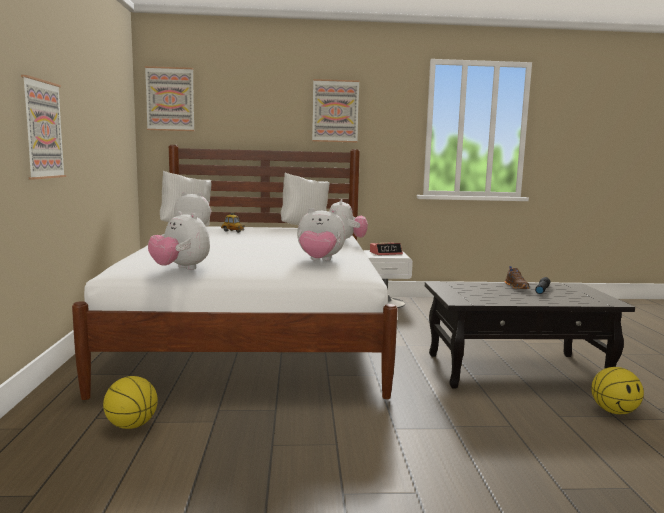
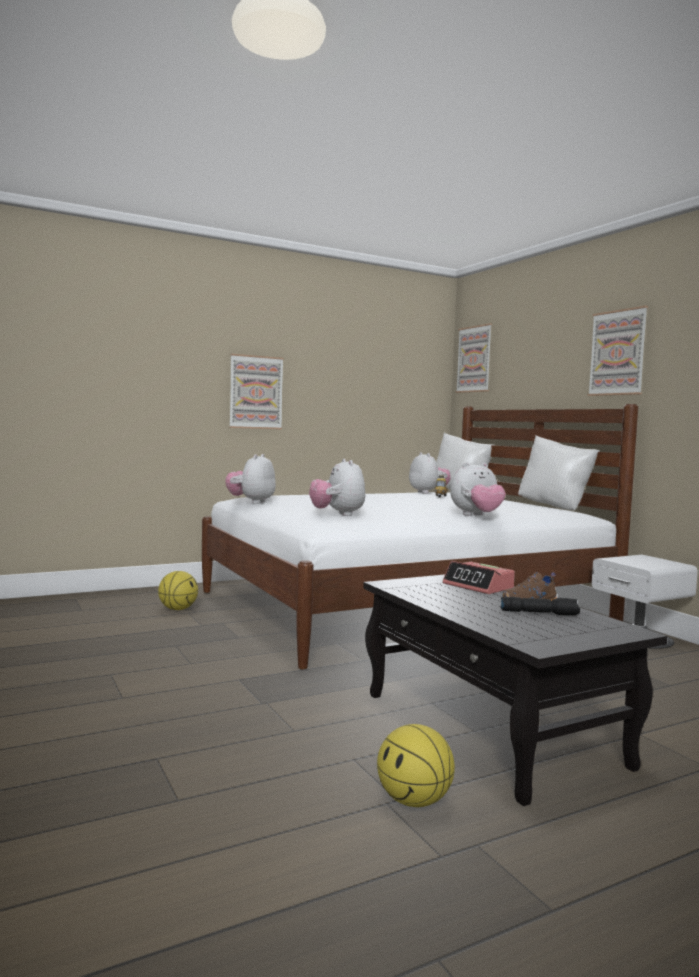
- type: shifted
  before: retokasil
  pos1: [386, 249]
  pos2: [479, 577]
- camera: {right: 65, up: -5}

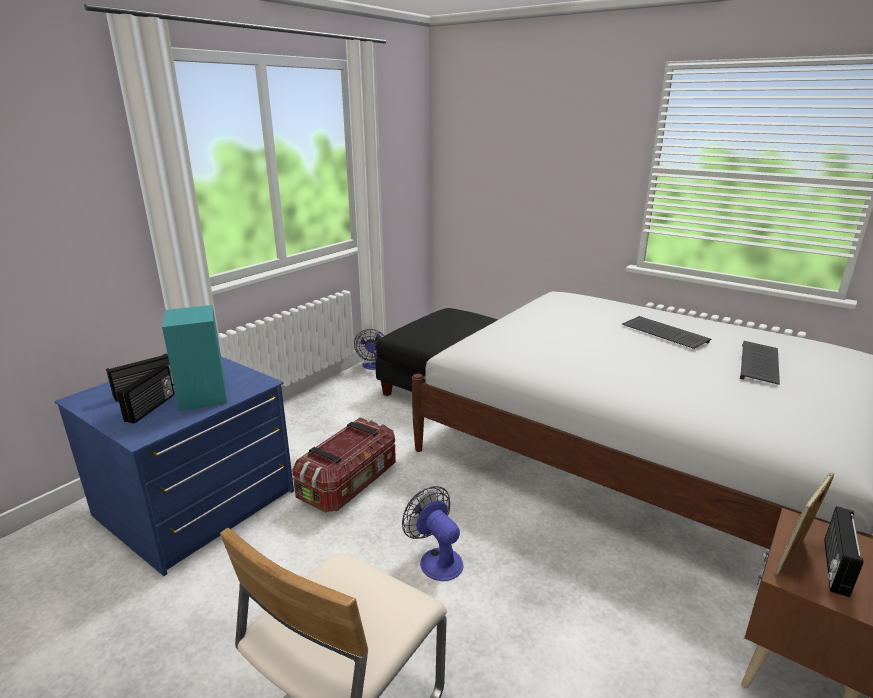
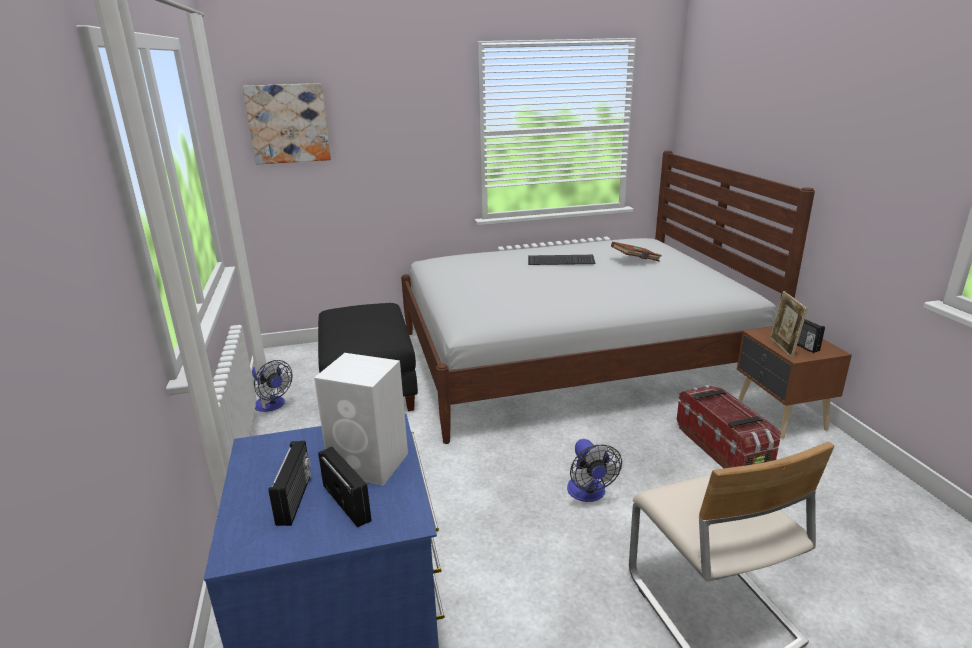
- type: repainted
  before: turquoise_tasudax
  after: white_tasudax
  pos1: [194, 358]
  pos2: [361, 419]
- type: swapped
  before: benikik
  after: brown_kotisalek
  pos1: [760, 363]
  pos2: [636, 251]
- type: shifted
  before: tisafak
  pos1: [344, 465]
  pos2: [729, 426]
- type: rotated
  before: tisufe
  pos1: [433, 533]
  pos2: [594, 470]
  turn: -105
- type: new
  after: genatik
  pos2: [287, 124]
- camera: {right: -50, up: 0}

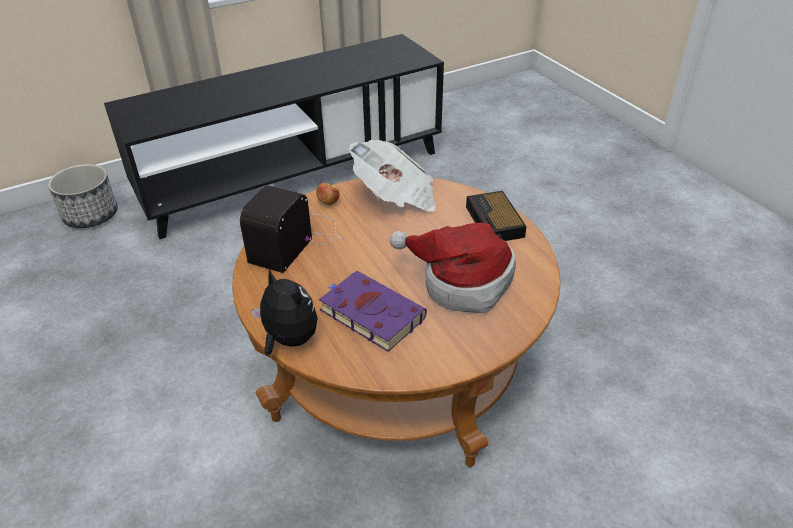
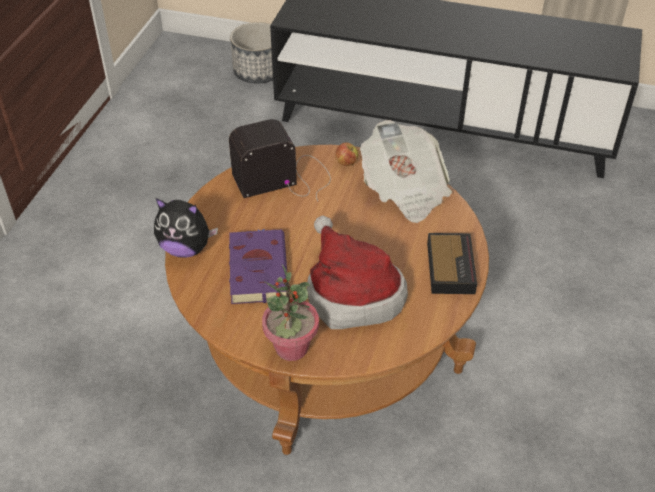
- type: rotated
  before: retokasil
  pos1: [496, 216]
  pos2: [452, 263]
  turn: 150
- type: rotated
  before: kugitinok
  pos1: [285, 312]
  pos2: [186, 228]
  turn: 105
- type: new
  after: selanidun
  pos2: [290, 312]
- camera: {right: 45, up: 5}

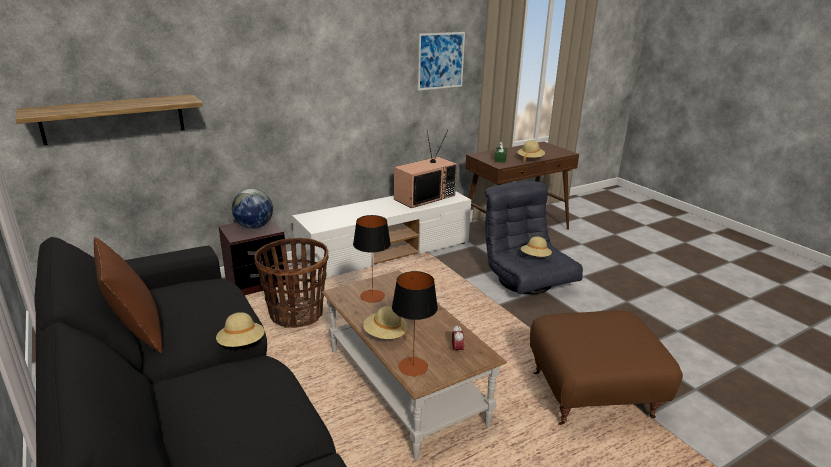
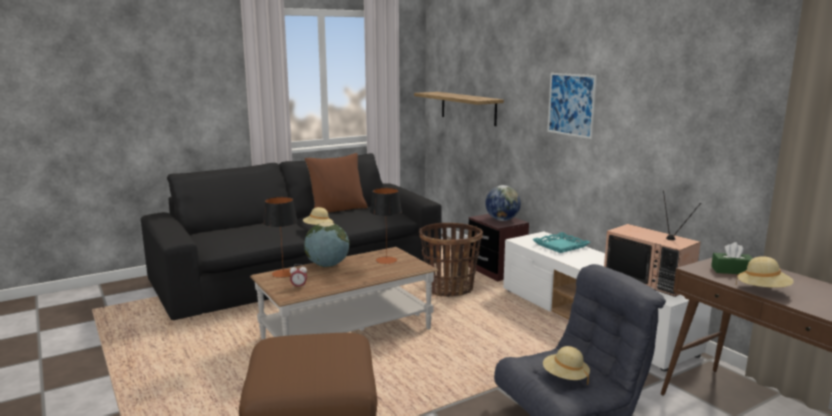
- type: shifted
  before: genatik
  pos1: [441, 61]
  pos2: [572, 106]
- type: swapped
  before: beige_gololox
  after: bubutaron
  pos1: [385, 323]
  pos2: [327, 244]
- type: new
  after: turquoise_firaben
  pos2: [561, 242]
- camera: {right: 90, up: -10}

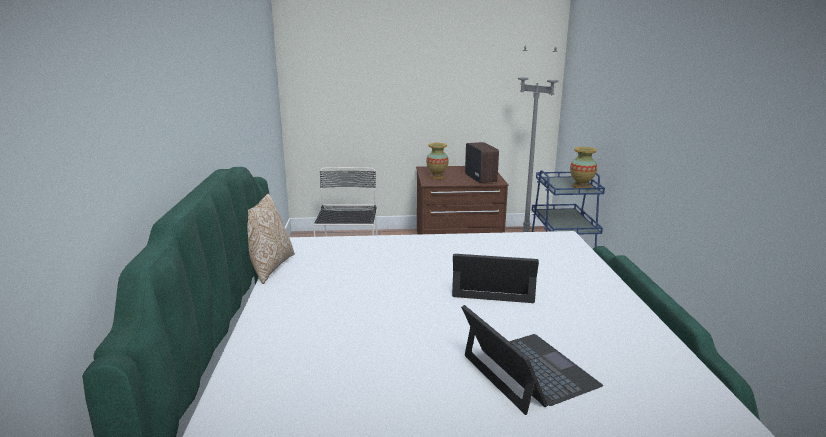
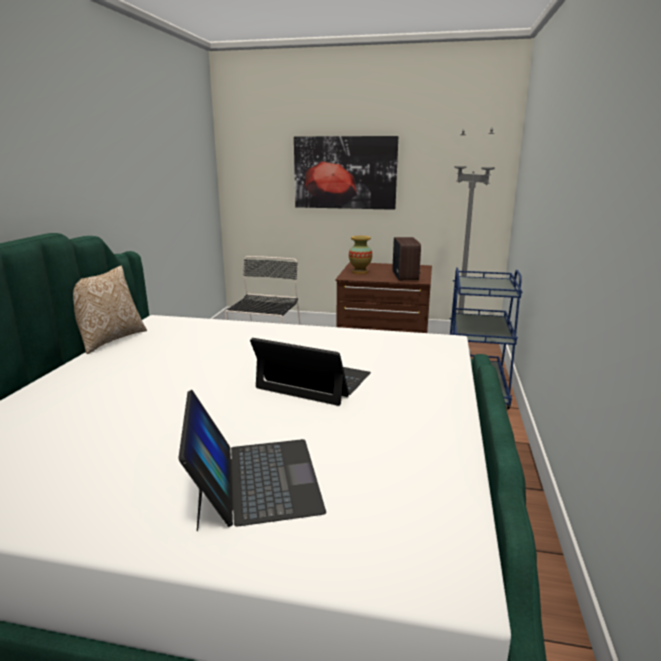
- type: gone
  before: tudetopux
  pos1: [583, 168]
- type: new
  after: genatik
  pos2: [346, 173]
- camera: {right: 15, up: 0}

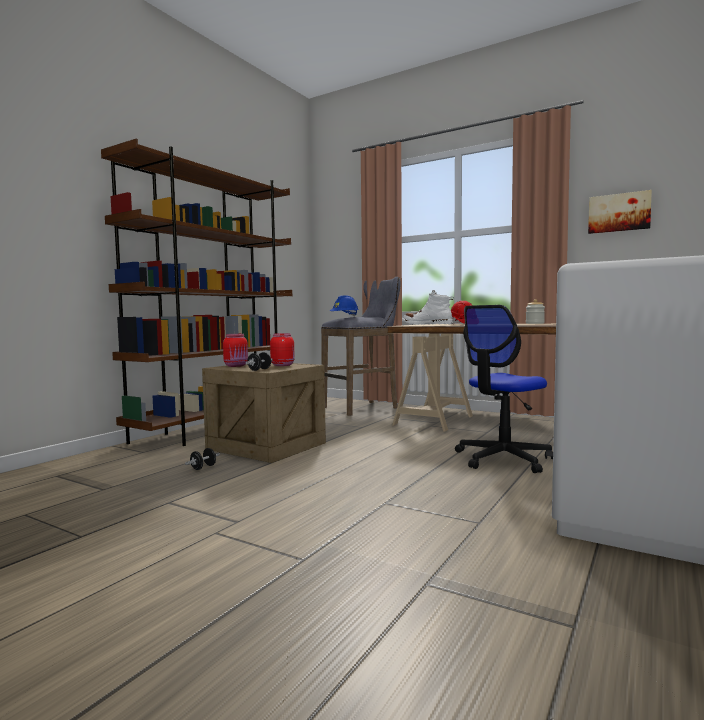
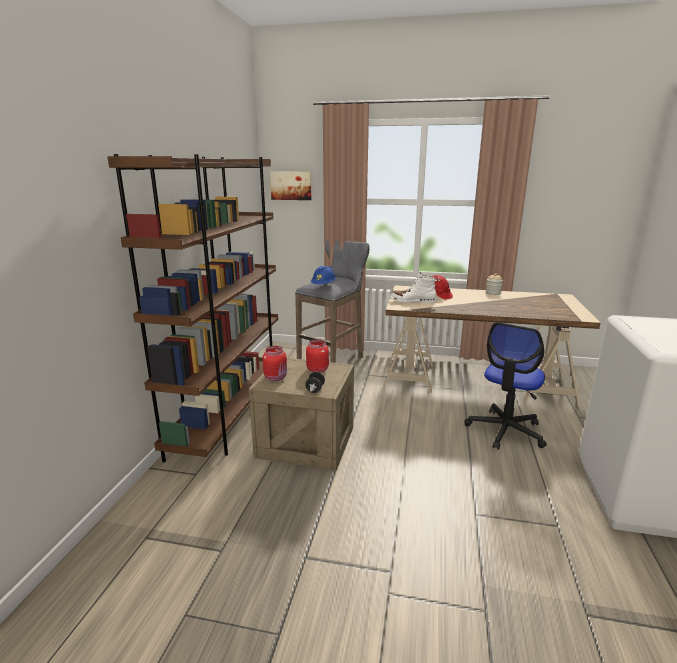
- type: shifted
  before: genatik
  pos1: [620, 212]
  pos2: [291, 186]
- type: gone
  before: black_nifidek
  pos1: [202, 459]
- camera: {right: -20, up: 15}

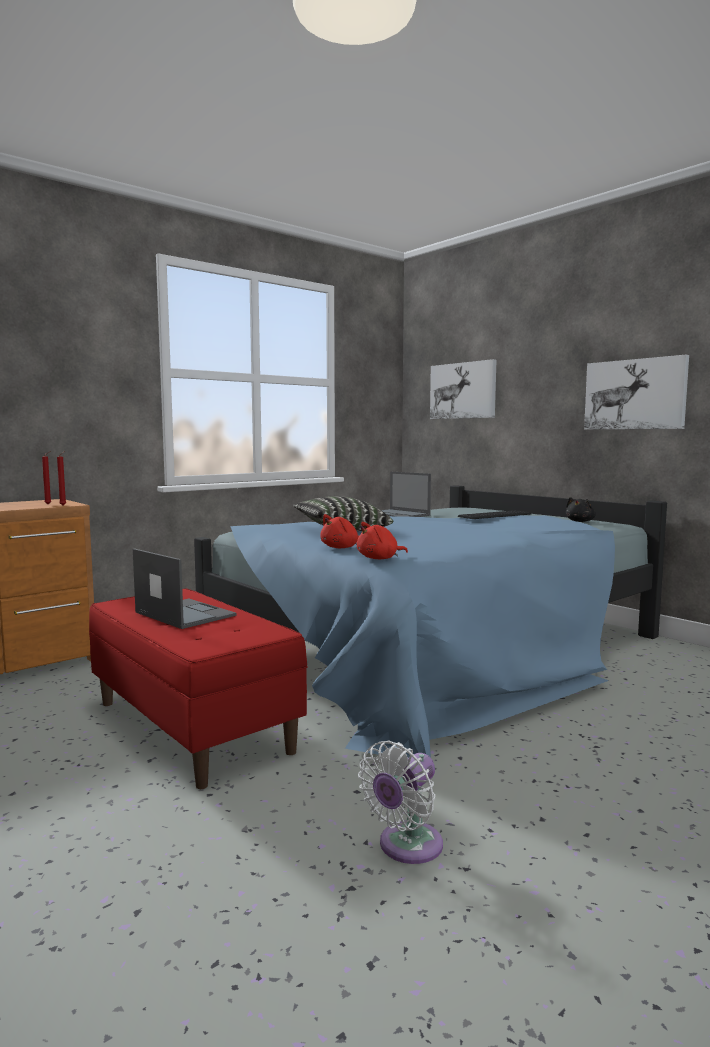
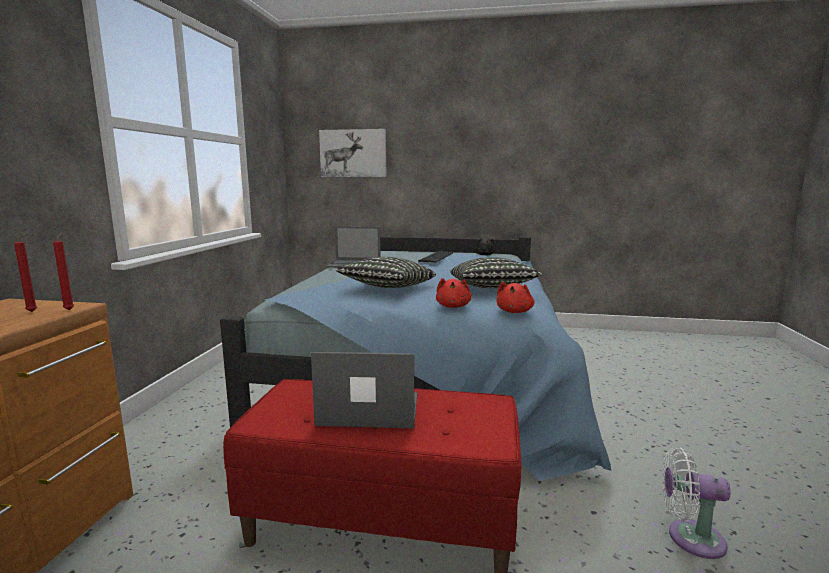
- type: gone
  before: genatik
  pos1: [636, 392]
- type: rotated
  before: white_tisufe
  pos1: [400, 802]
  pos2: [696, 503]
  turn: 105
- type: new
  after: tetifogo
  pos2: [496, 272]
- camera: {right: -40, up: 5}

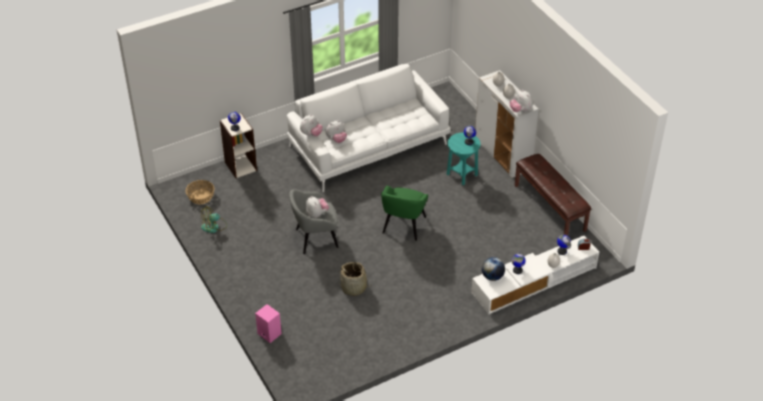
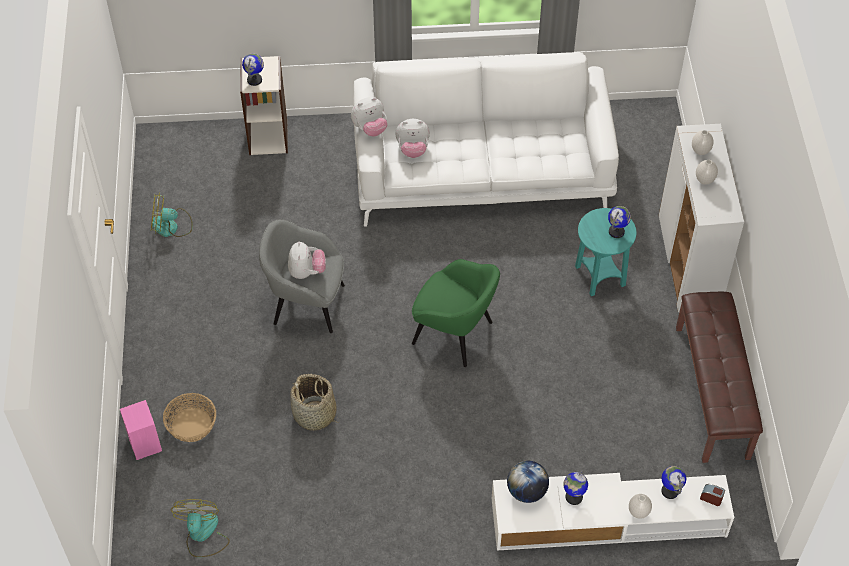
- type: gone
  before: kugitinok
  pos1: [521, 101]
- type: shifted
  before: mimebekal
  pos1: [200, 192]
  pos2: [189, 417]
- type: rotated
  before: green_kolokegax
  pos1: [404, 213]
  pos2: [456, 313]
  turn: -105
- type: new
  after: tisufe
  pos2: [200, 528]
- camera: {right: 25, up: 10}

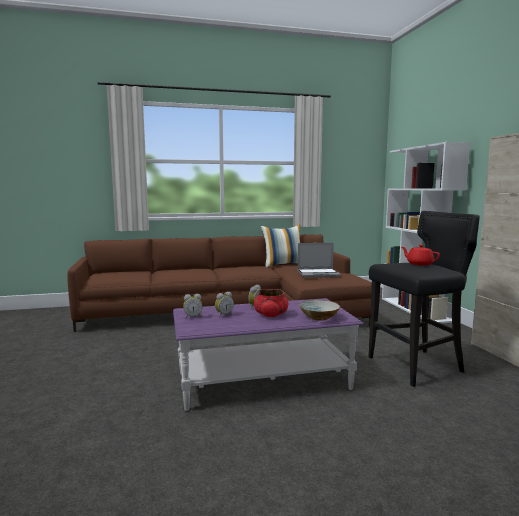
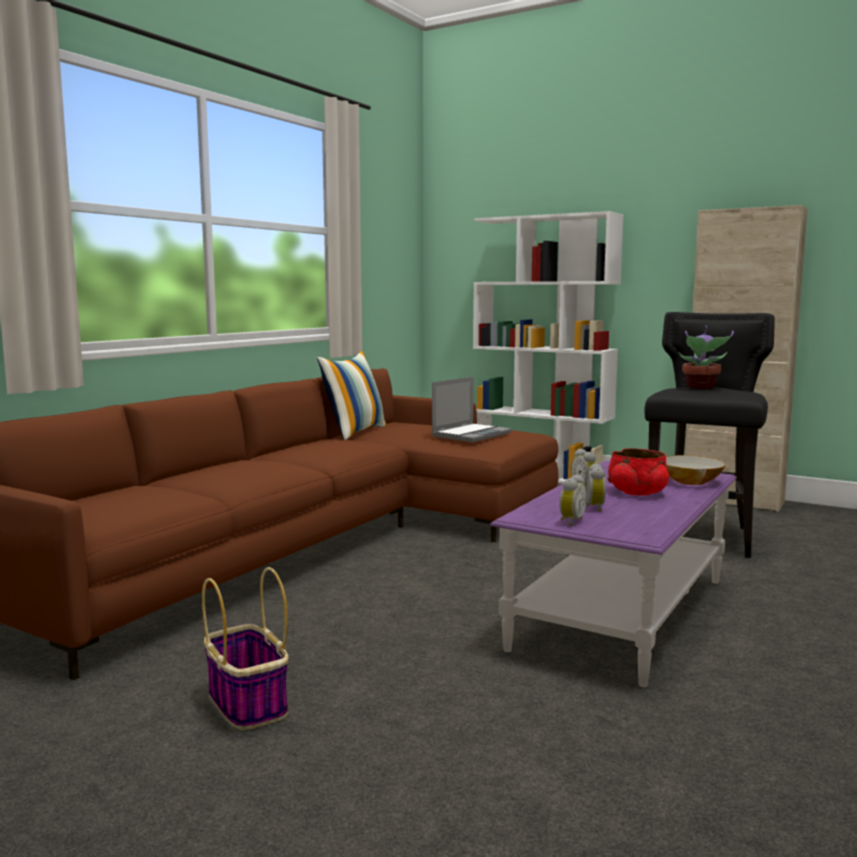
- type: swapped
  before: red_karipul
  after: selanidun
  pos1: [421, 255]
  pos2: [706, 357]
- type: new
  after: mimebekal
  pos2: [245, 648]
- camera: {right: -45, up: 0}

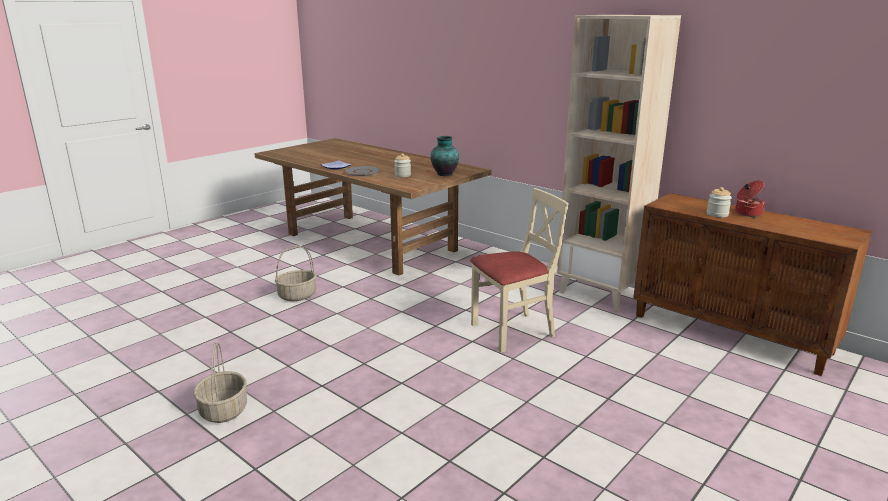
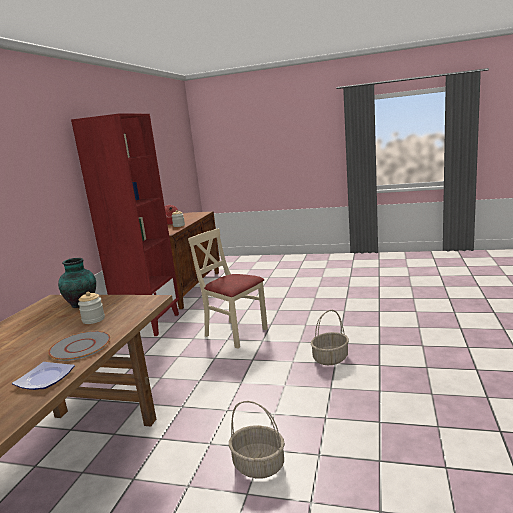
- type: repainted
  before: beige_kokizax
  after: red_kokizax
  pos1: [619, 163]
  pos2: [125, 224]
- type: shifted
  before: mimebekal
  pos1: [220, 382]
  pos2: [330, 337]
- camera: {right: -115, up: -5}

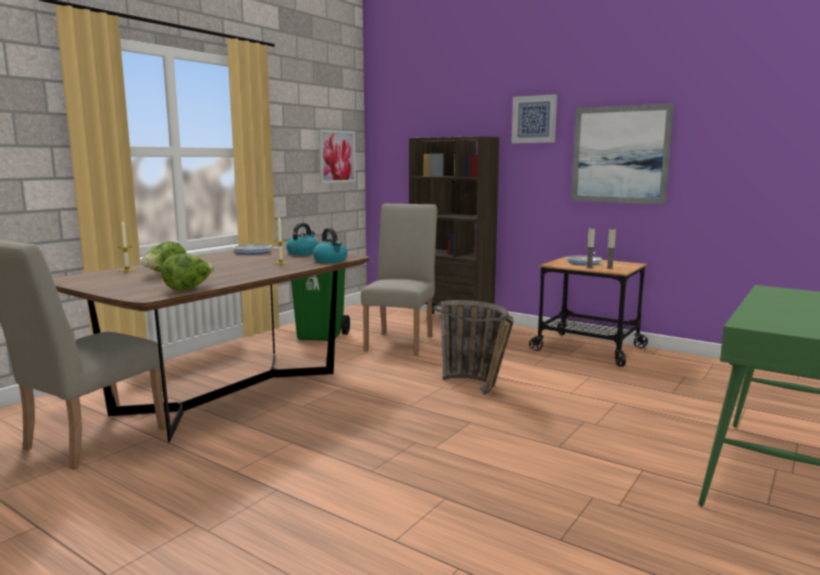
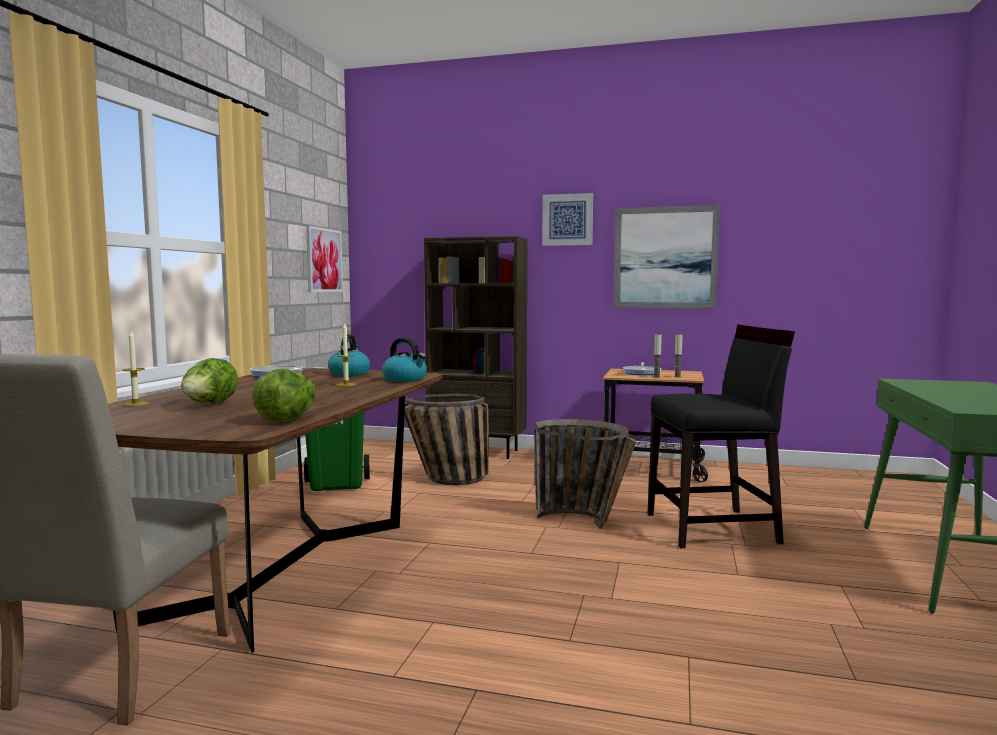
- type: swapped
  before: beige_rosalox
  after: mimebekal
  pos1: [399, 280]
  pos2: [446, 439]
- type: new
  after: black_rosalox
  pos2: [721, 436]
- camera: {right: -20, up: -5}

